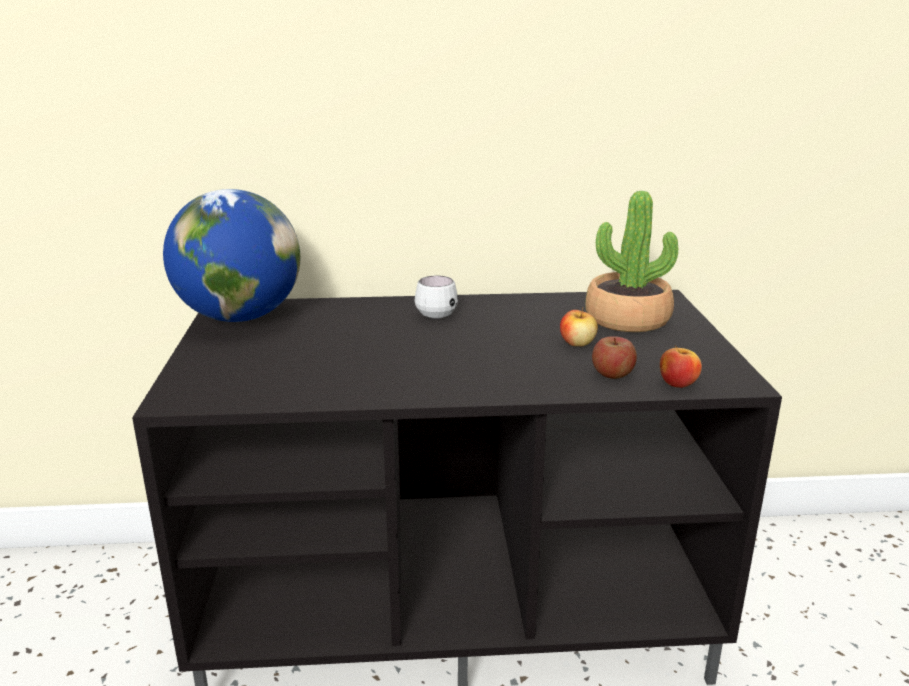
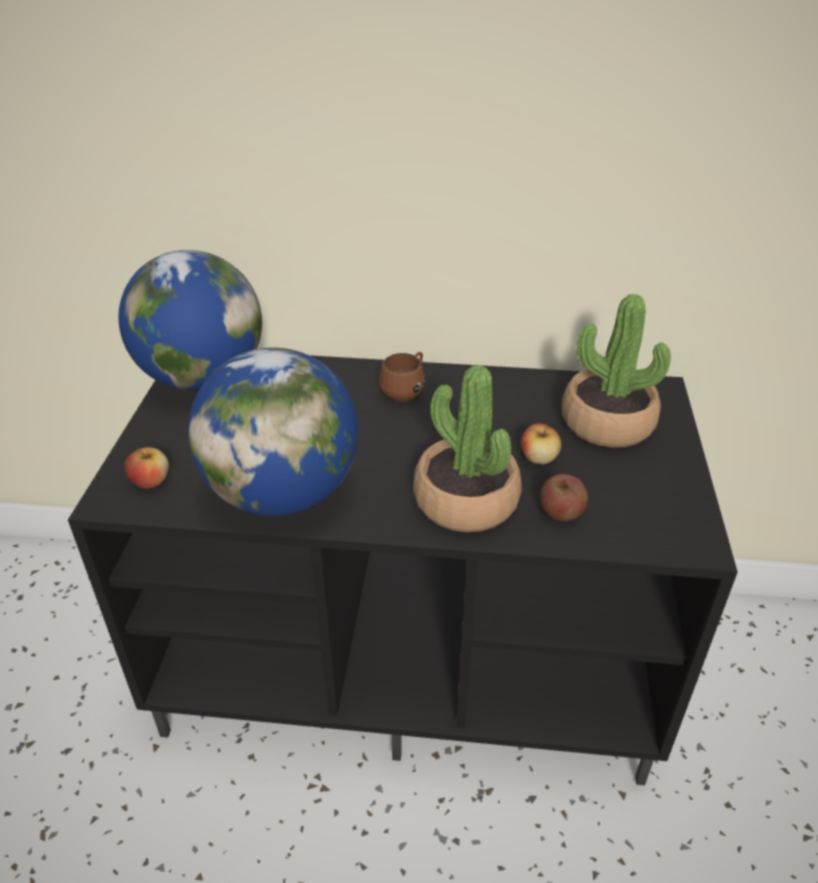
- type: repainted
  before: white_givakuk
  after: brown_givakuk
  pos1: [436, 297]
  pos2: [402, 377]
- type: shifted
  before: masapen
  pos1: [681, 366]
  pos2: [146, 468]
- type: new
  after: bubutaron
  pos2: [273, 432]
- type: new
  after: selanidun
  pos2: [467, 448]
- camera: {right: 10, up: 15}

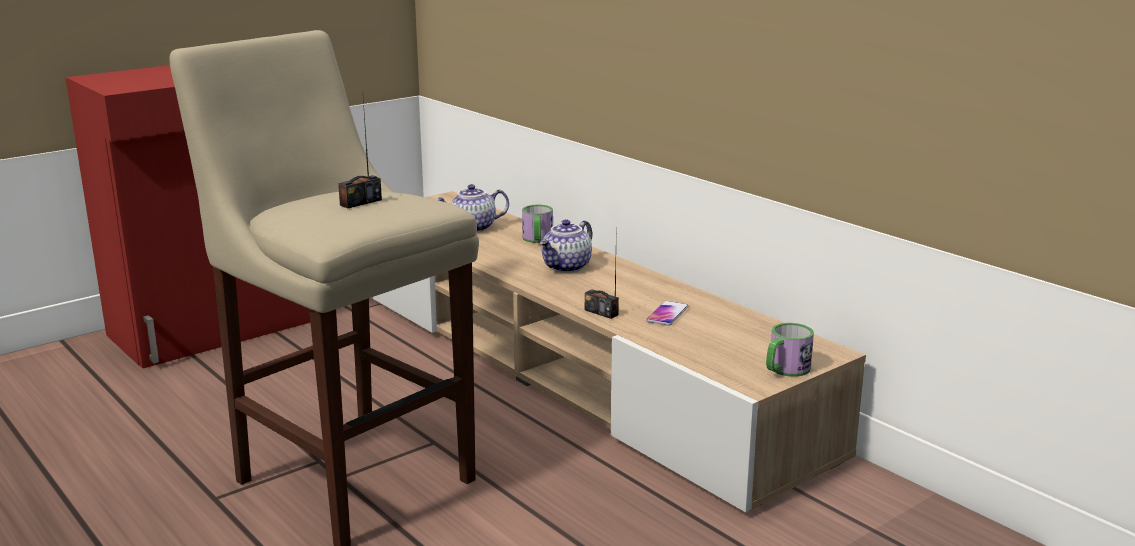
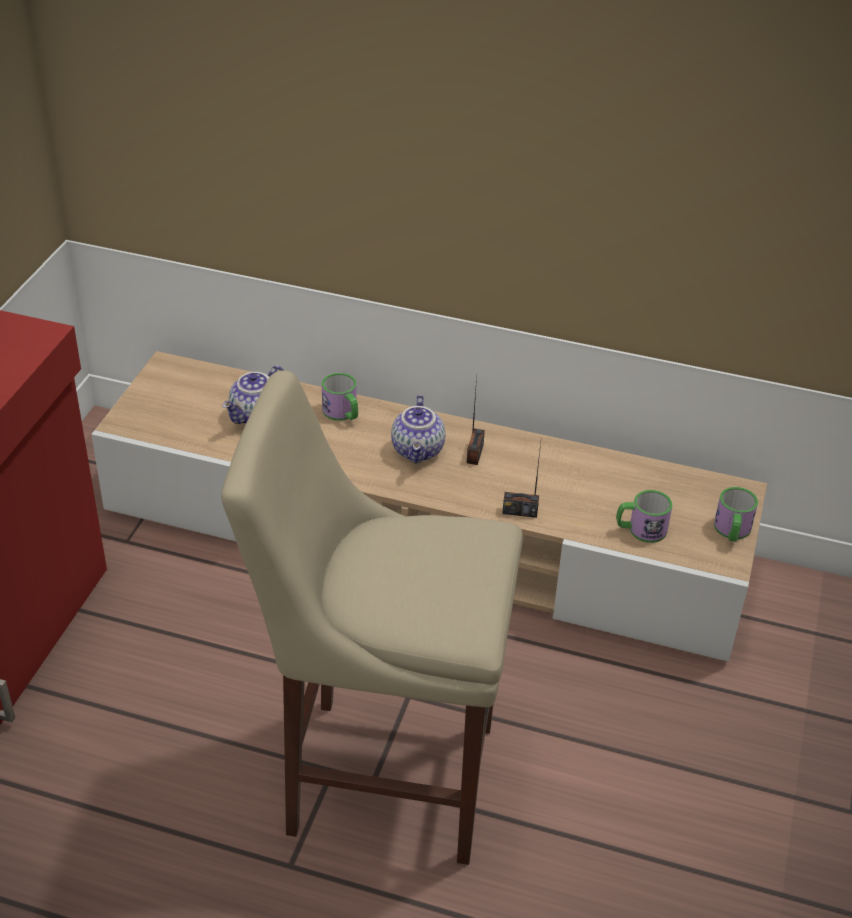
- type: shifted
  before: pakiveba
  pos1: [360, 153]
  pos2: [476, 420]
- type: gone
  before: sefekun
  pos1: [667, 313]
- type: new
  after: givakuk
  pos2: [644, 516]
- camera: {right: -35, up: 20}

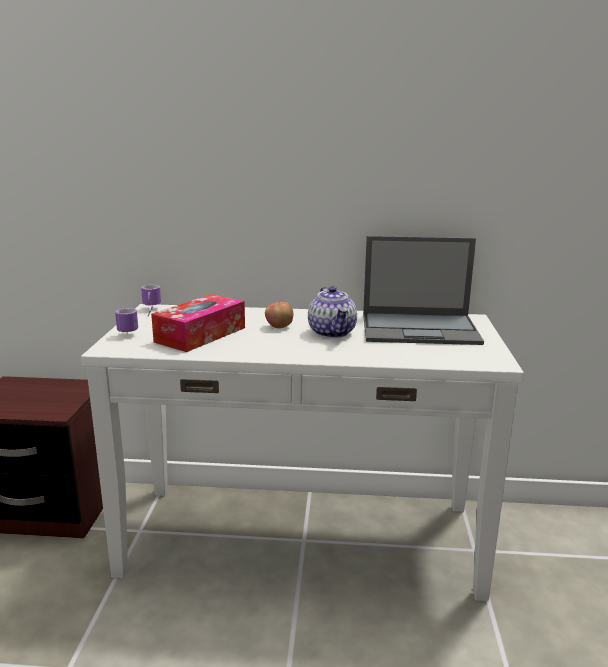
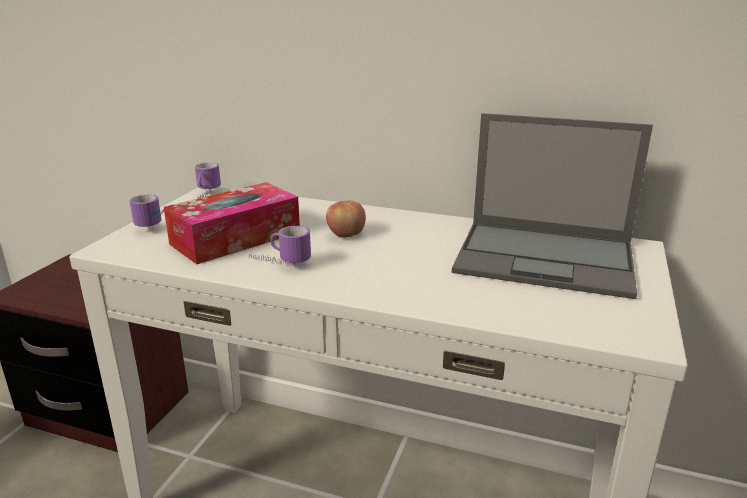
- type: gone
  before: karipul
  pos1: [332, 312]
- type: new
  after: givakuk
  pos2: [280, 245]
- camera: {right: 15, up: 5}

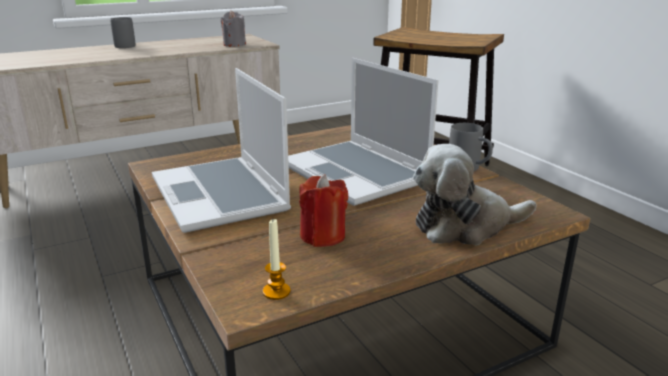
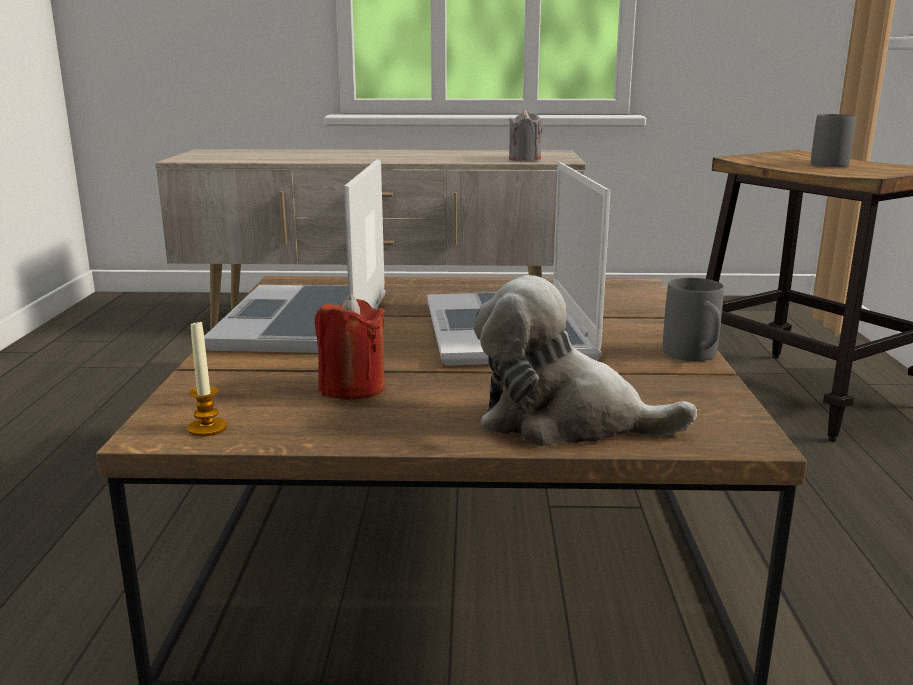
- type: shifted
  before: grey_givakuk
  pos1: [123, 32]
  pos2: [833, 140]
- camera: {right: 30, up: -5}

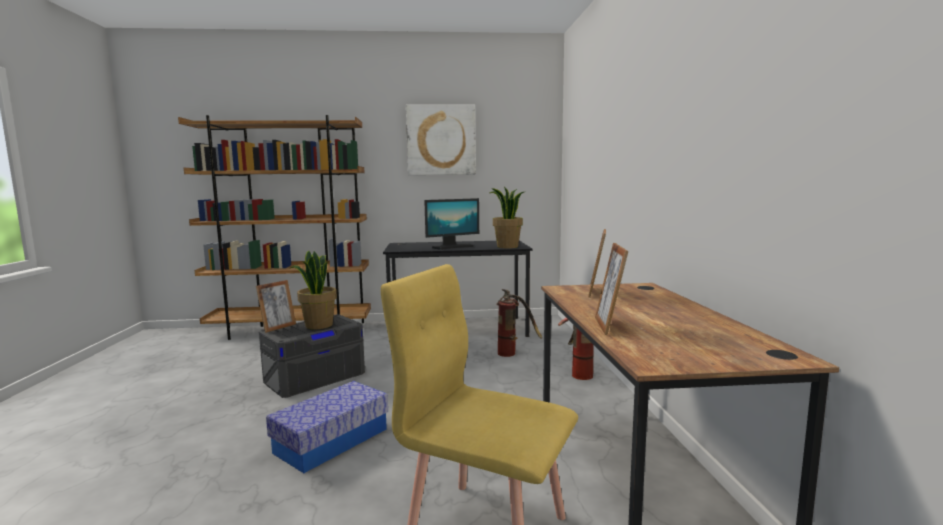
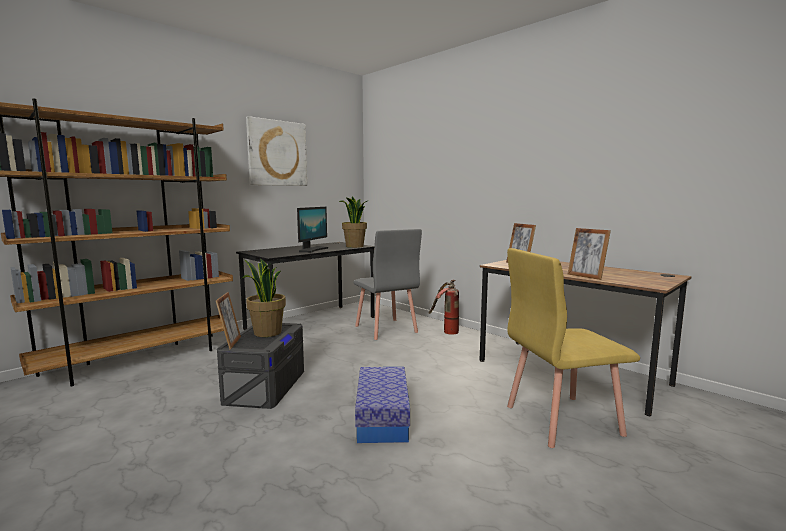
- type: swapped
  before: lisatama
  after: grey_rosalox
  pos1: [519, 323]
  pos2: [387, 284]
- camera: {right: -40, up: 0}

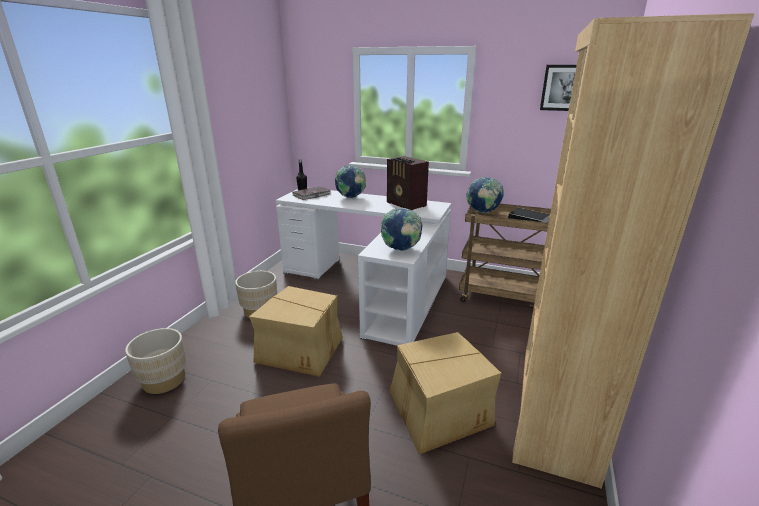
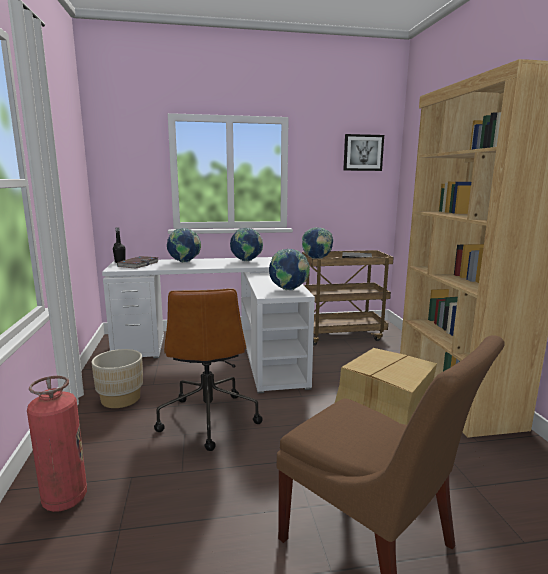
- type: swapped
  before: pakiveba
  after: bubutaron
  pos1: [408, 183]
  pos2: [246, 244]
- type: swapped
  before: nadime
  after: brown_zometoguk
  pos1: [296, 331]
  pos2: [208, 369]
- type: swapped
  before: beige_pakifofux
  after: lisatama
  pos1: [155, 361]
  pos2: [57, 444]
- camera: {right: -30, up: -10}

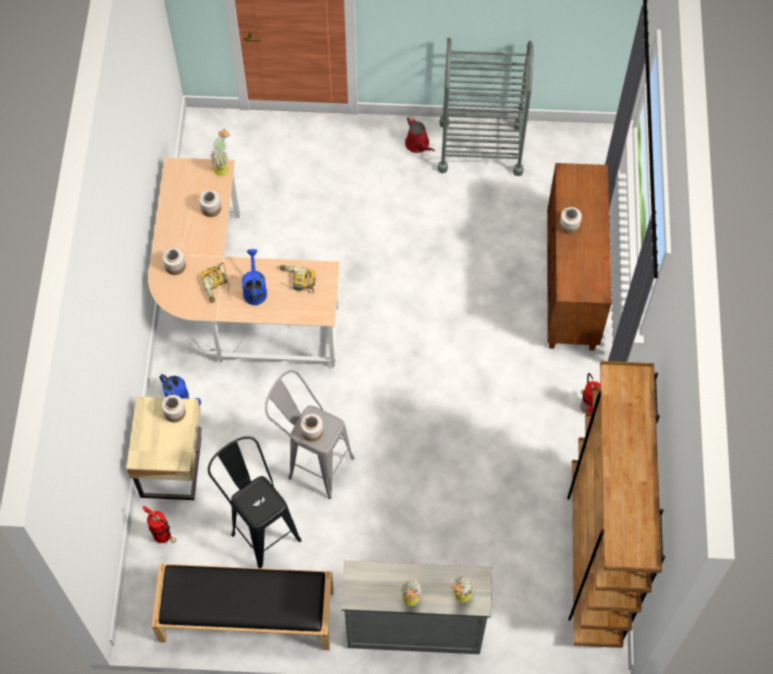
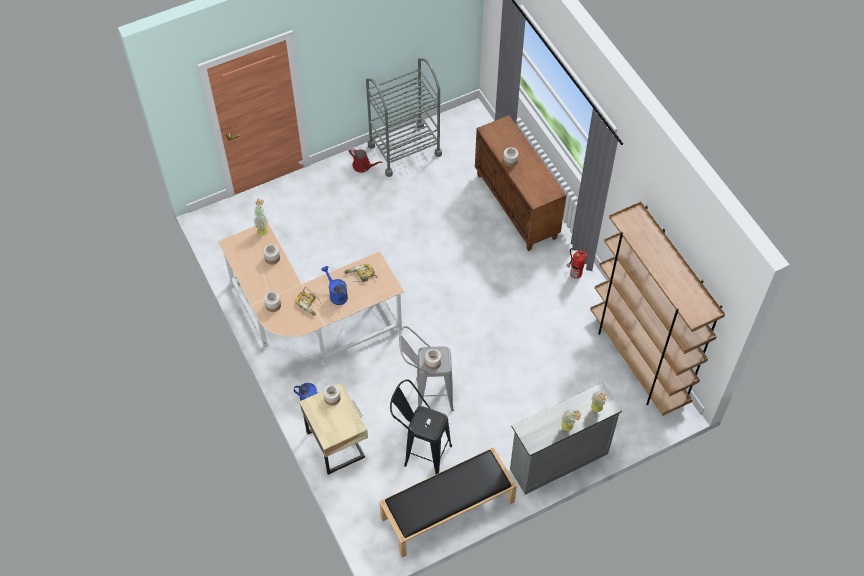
- type: gone
  before: lisatama
  pos1: [159, 524]
- camera: {right: -30, up: -5}

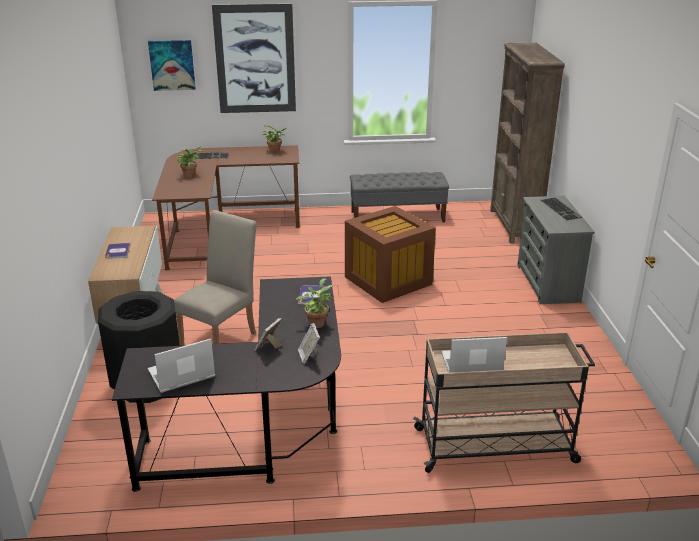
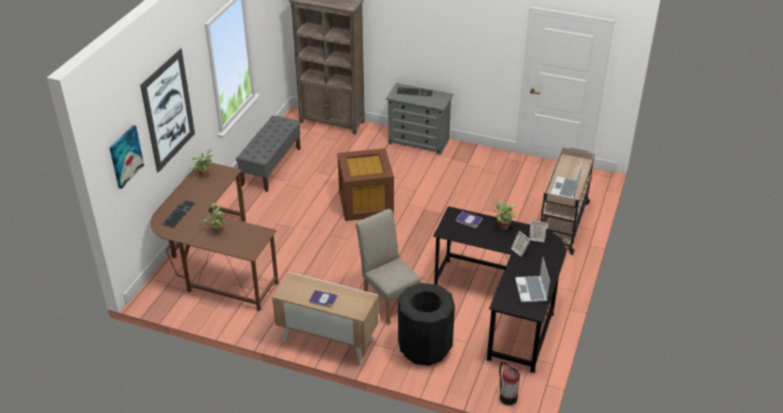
- type: new
  after: lisatama
  pos2: [510, 383]
- camera: {right: -65, up: 10}

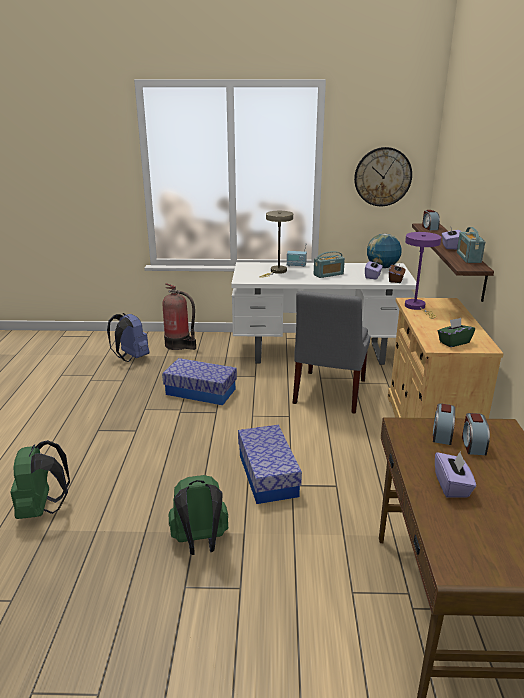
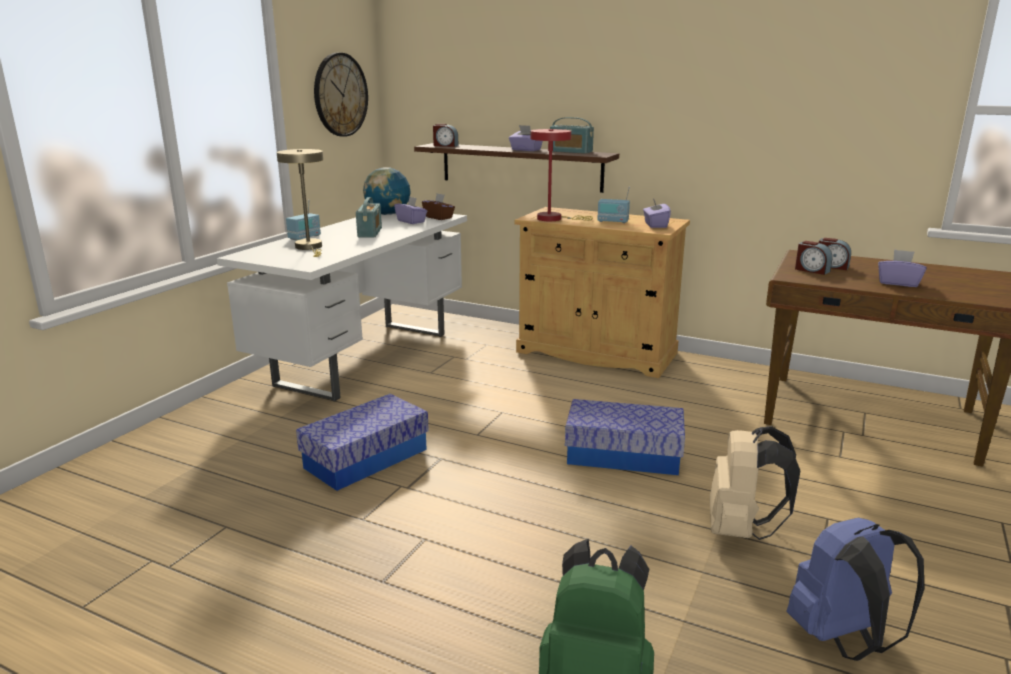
- type: repainted
  before: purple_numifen
  after: red_numifen
  pos1: [423, 275]
  pos2: [562, 175]
- type: gone
  before: lisatama
  pos1: [179, 316]
- type: gone
  before: grey_rosalox
  pos1: [331, 352]
- type: shifted
  before: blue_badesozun
  pos1: [128, 337]
  pos2: [855, 589]
- type: repainted
  before: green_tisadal
  after: purple_tisadal
  pos1: [456, 332]
  pos2: [657, 213]
- type: repainted
  before: green_badesozun
  after: beige_badesozun
  pos1: [198, 515]
  pos2: [755, 483]
- type: new
  after: pakiveba
  pos2: [613, 205]
- camera: {right: -65, up: -5}

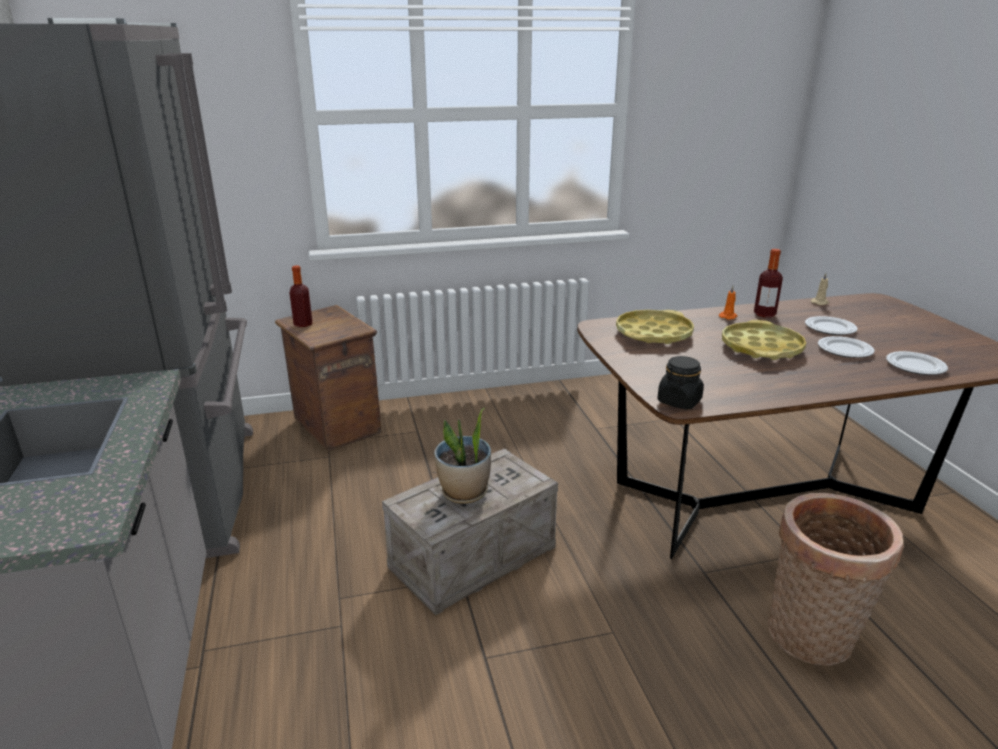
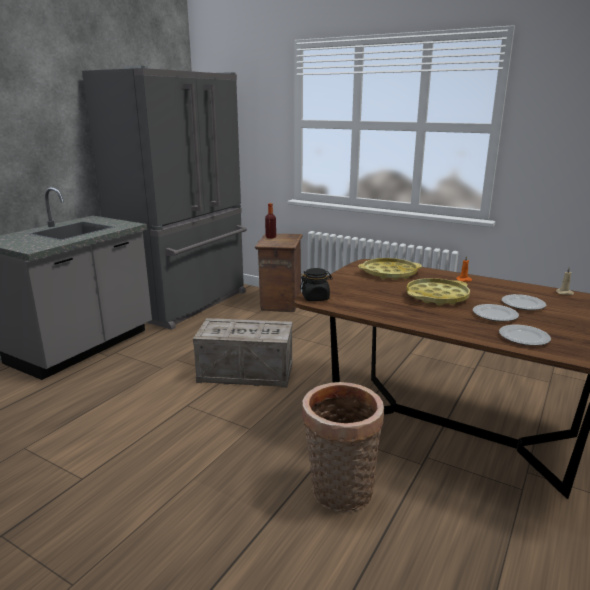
- type: gone
  before: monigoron
  pos1: [768, 283]
- type: gone
  before: selanidun
  pos1: [462, 456]
- camera: {right: 45, up: -5}

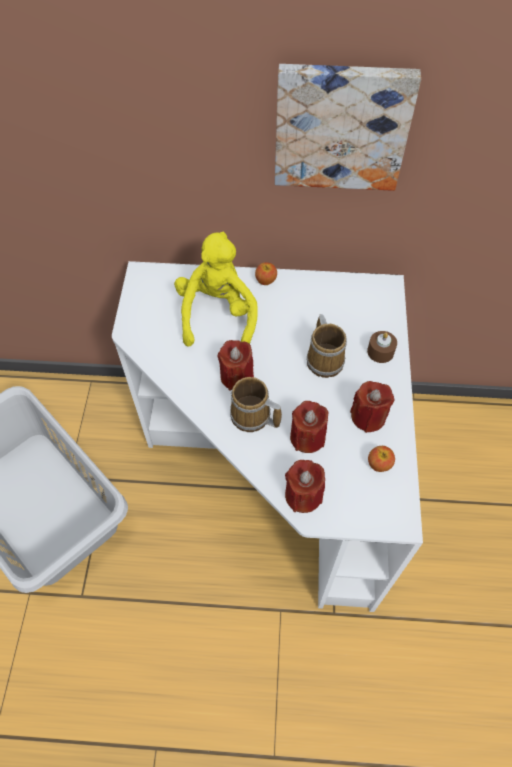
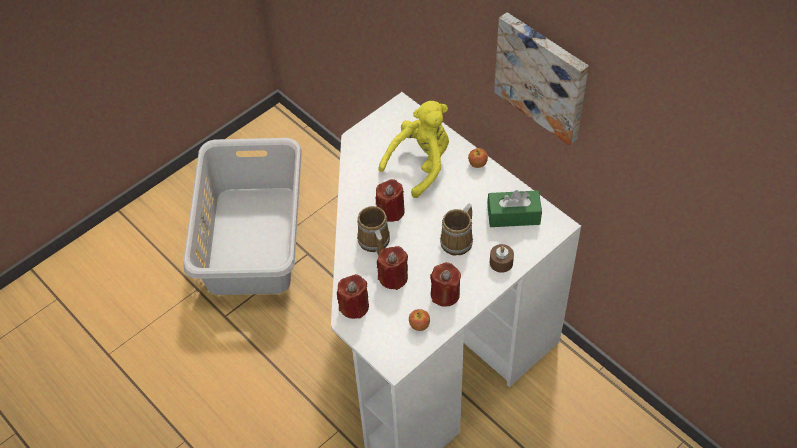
- type: new
  after: green_tisadal
  pos2: [514, 208]
- camera: {right: 45, up: -5}

